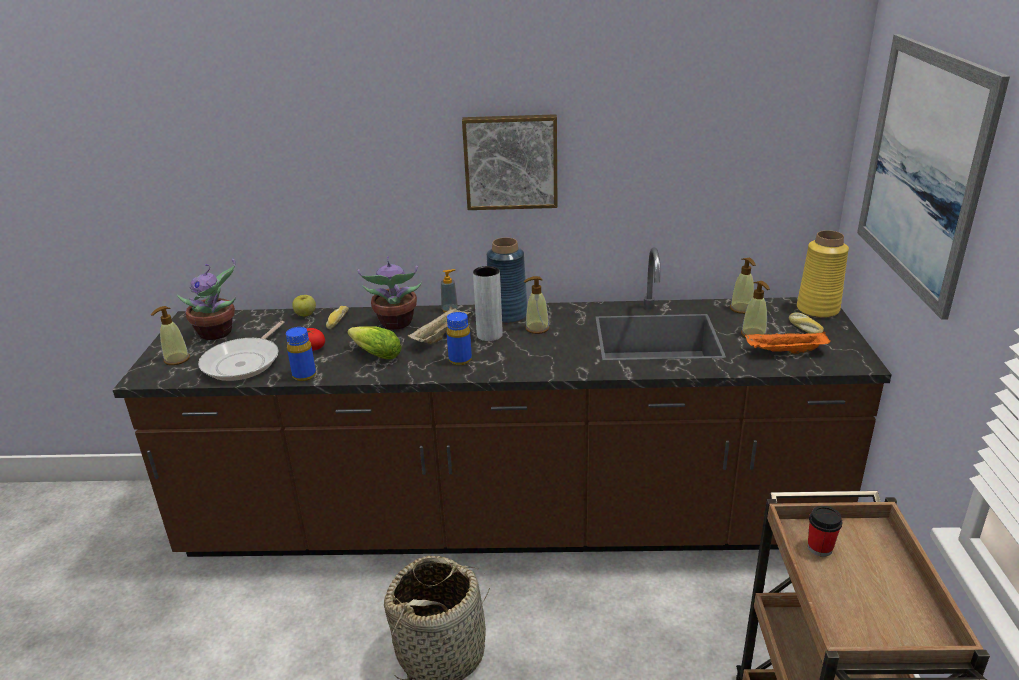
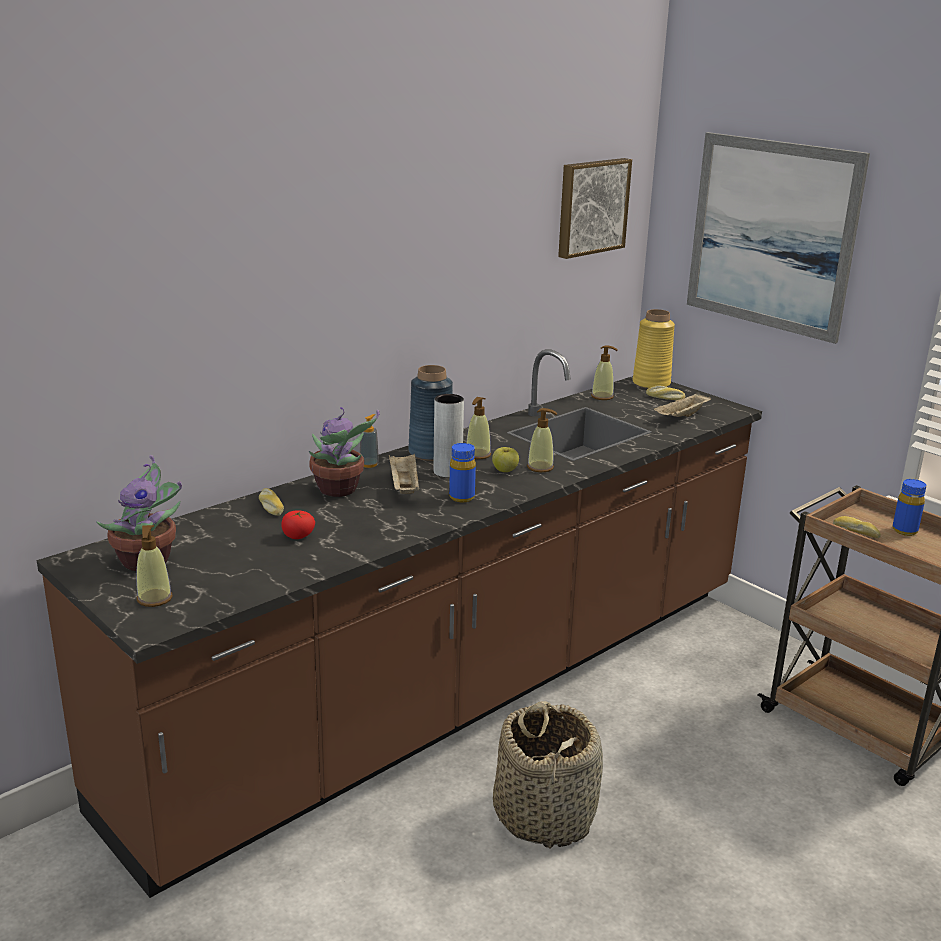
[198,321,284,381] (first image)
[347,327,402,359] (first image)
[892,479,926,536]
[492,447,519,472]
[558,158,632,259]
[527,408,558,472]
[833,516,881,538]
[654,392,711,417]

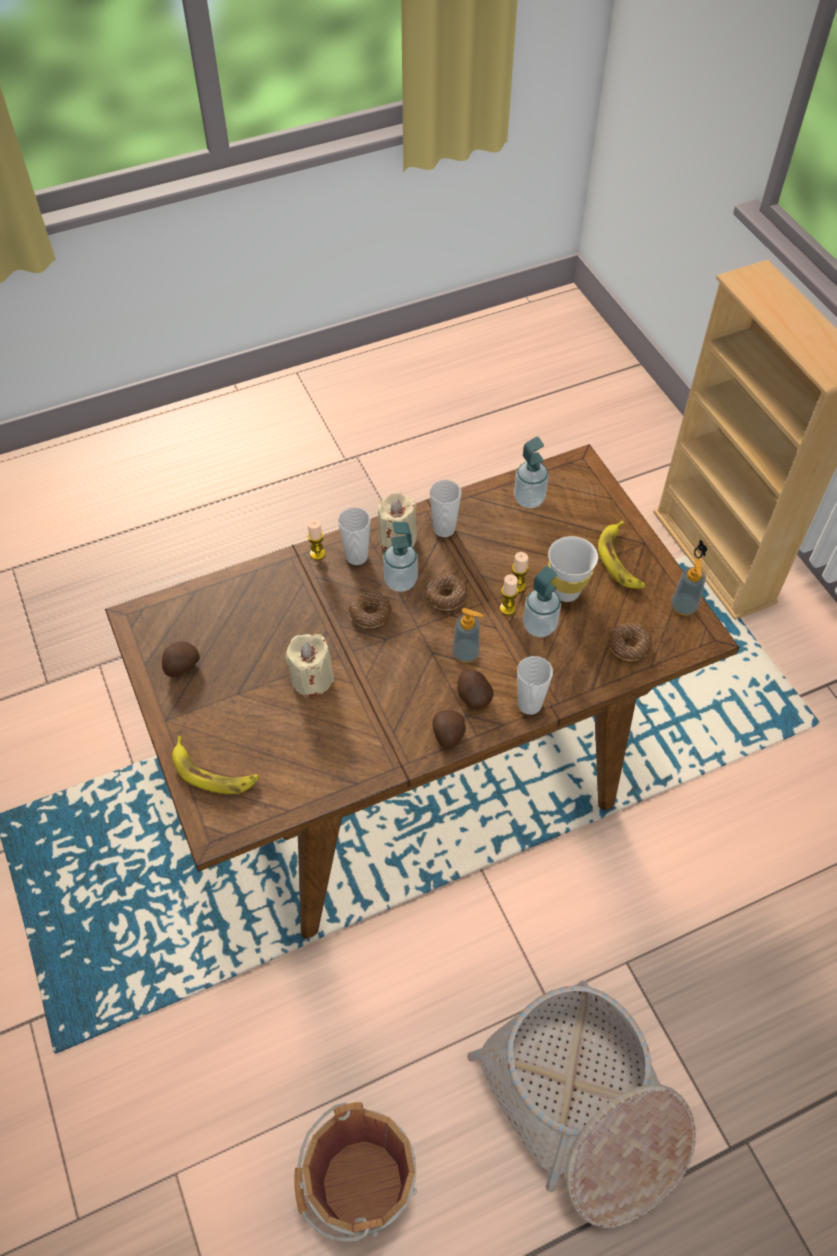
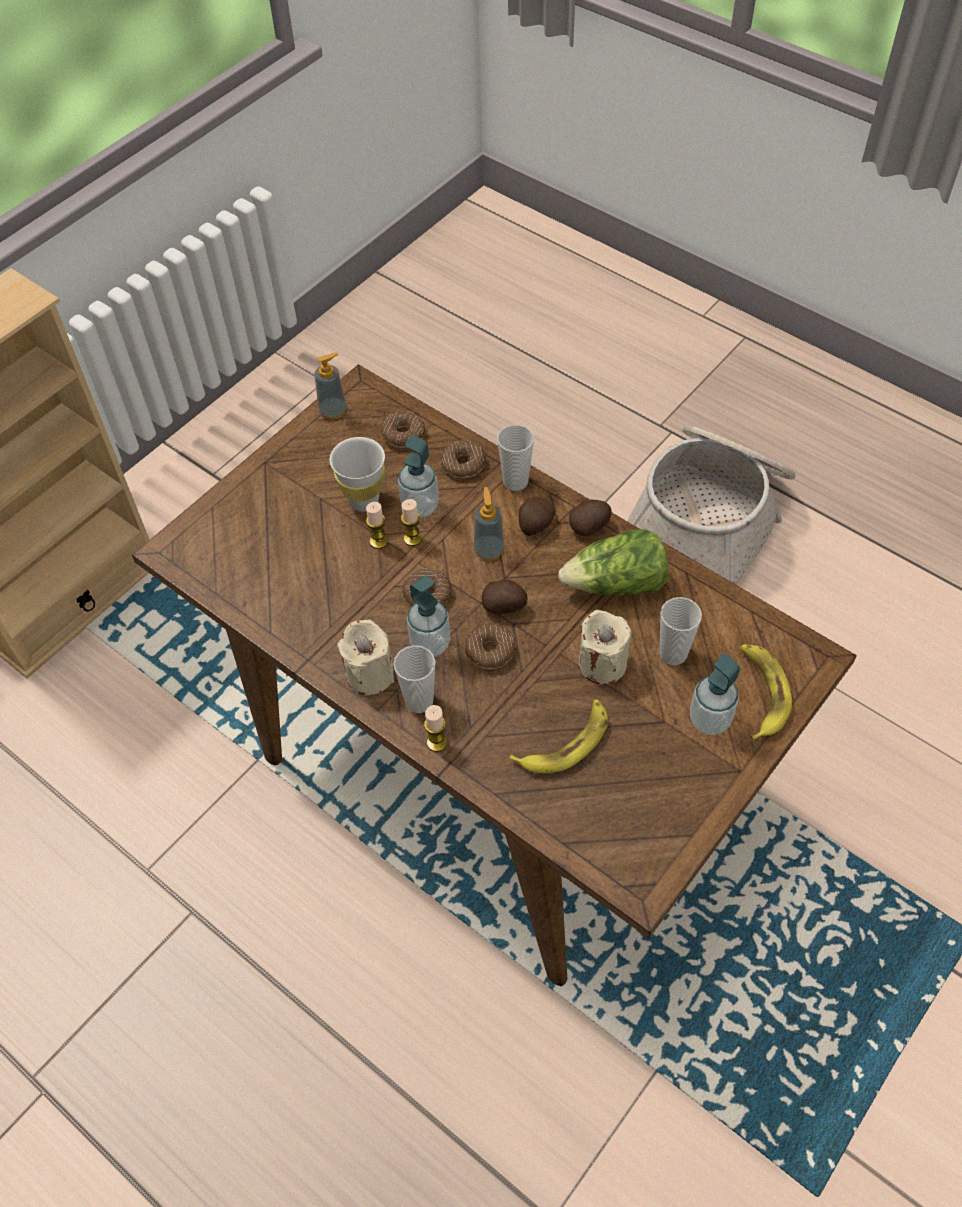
[294,1102,417,1242] (first image)
[441,440,486,478]
[558,529,668,596]
[482,579,528,614]
[660,597,702,665]
[690,653,740,735]
[510,699,608,773]

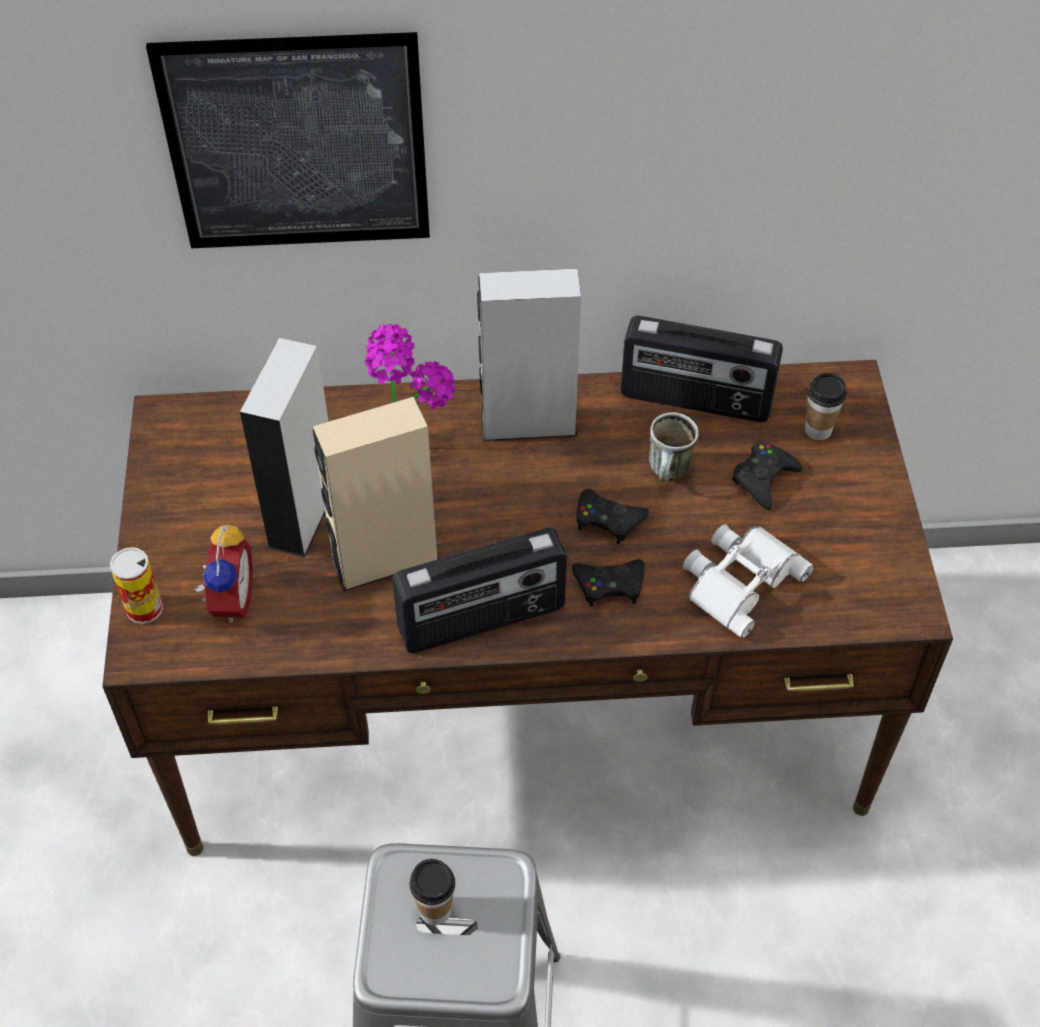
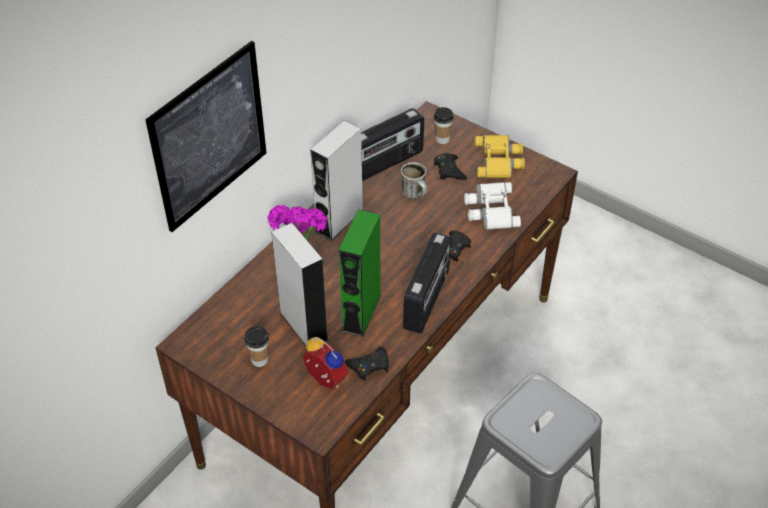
[110,547,163,624] (first image)
[474,135,525,178]
[244,326,269,367]
[345,347,389,381]
[338,209,381,337]

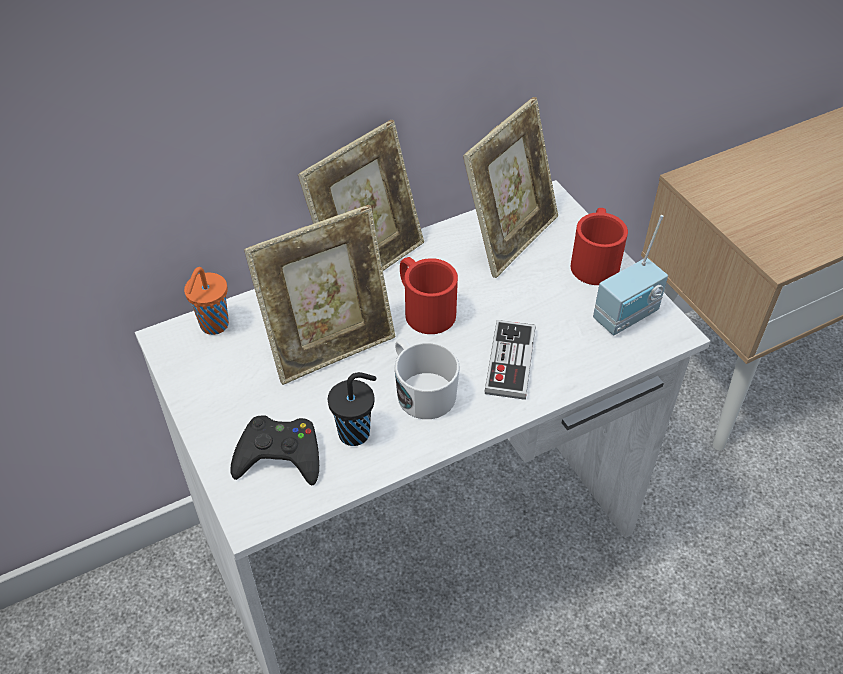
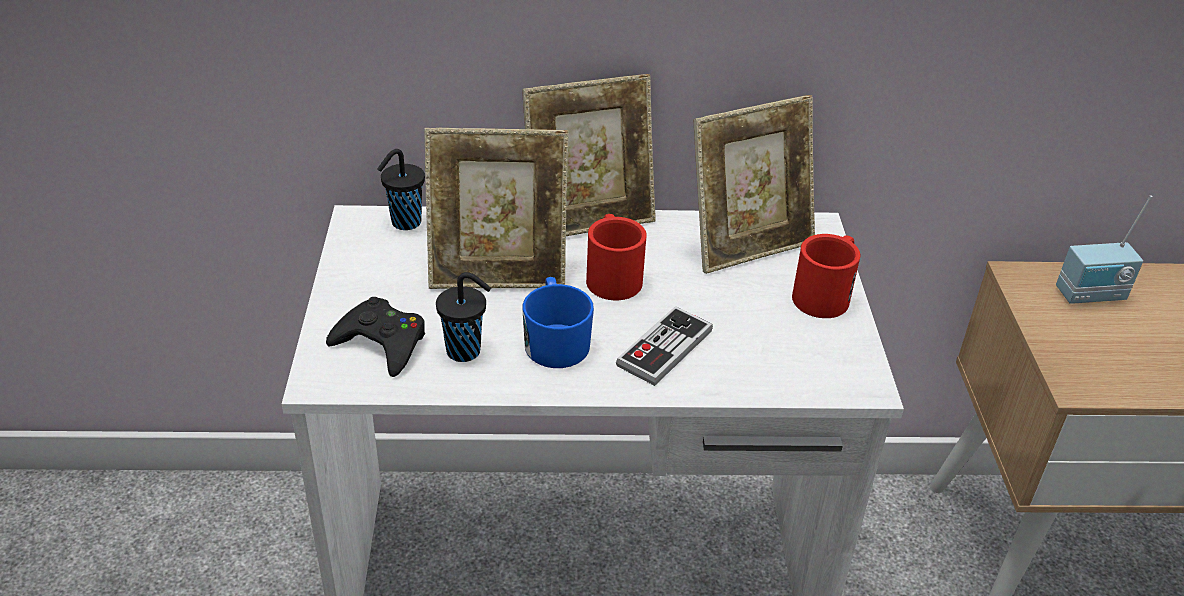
[1056,195,1153,304]
[378,149,425,230]
[522,277,594,368]

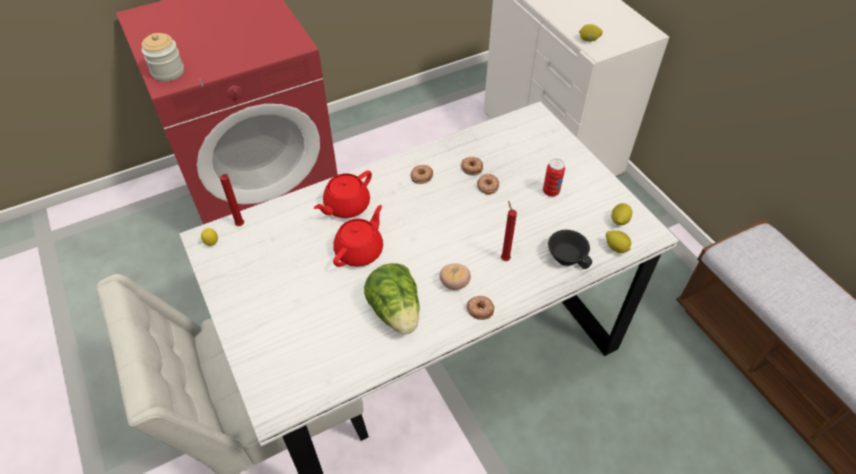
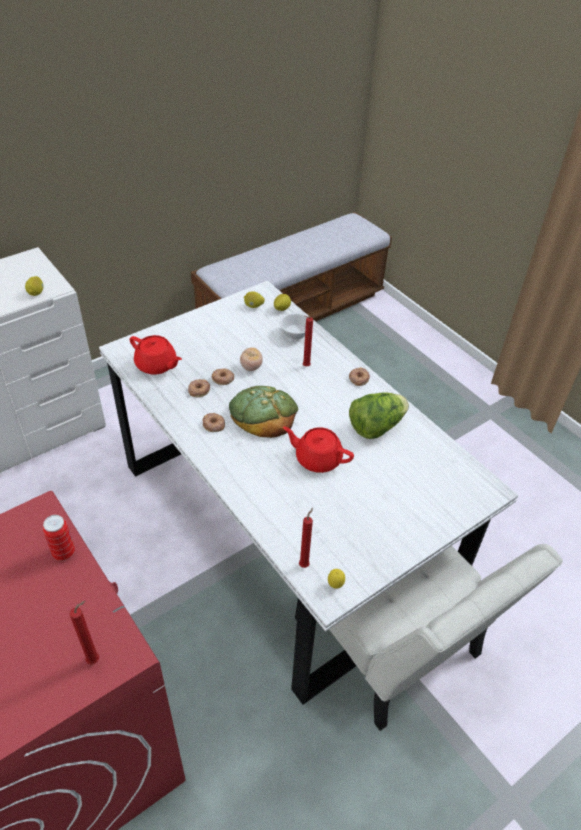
[229,386,298,438]
[130,335,182,375]
[240,347,263,371]
[43,515,75,561]
[70,601,99,665]
[280,313,310,340]

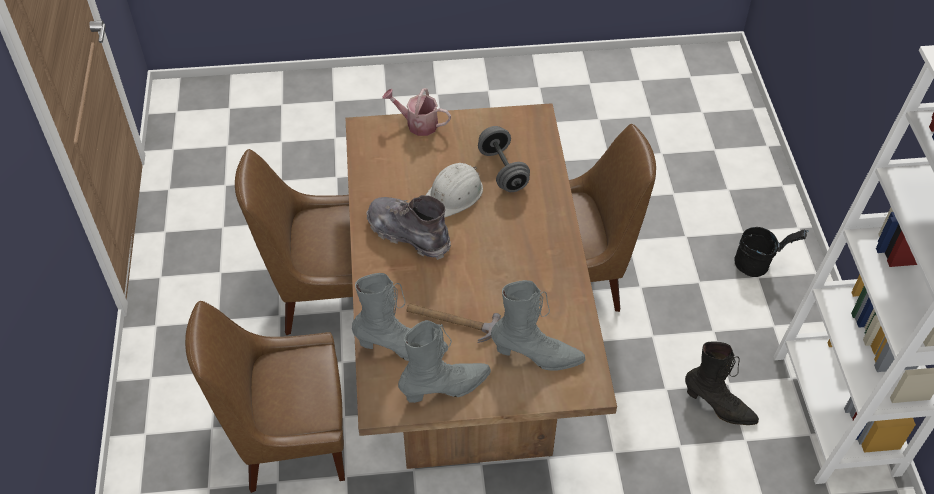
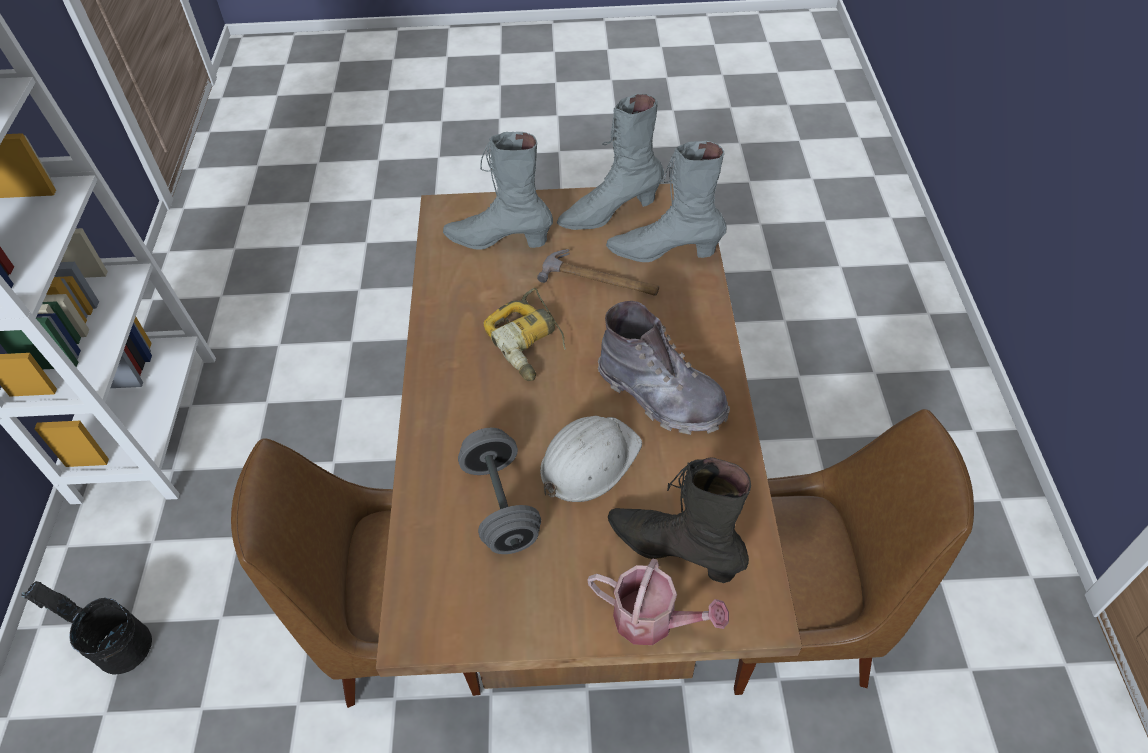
[185,301,345,493] (first image)
[484,288,566,381]
[608,457,751,583]

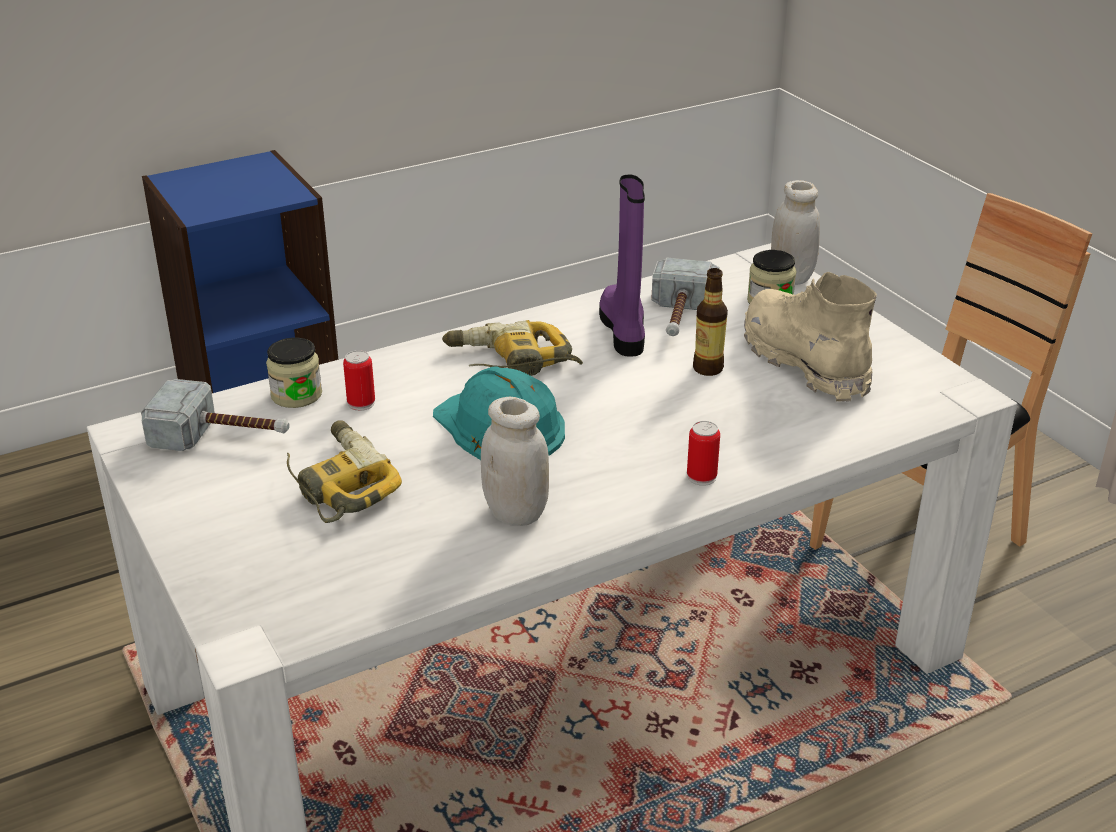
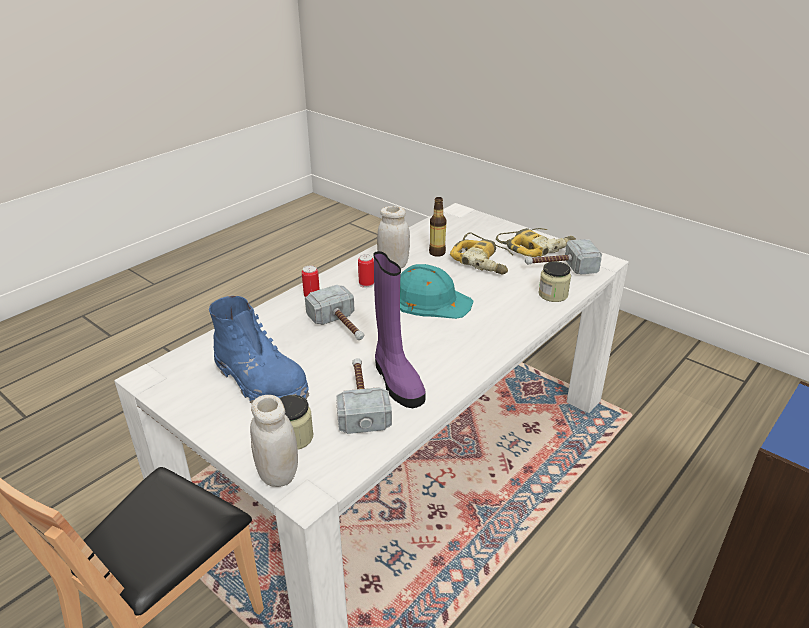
[305,284,364,340]
[358,254,374,288]
[496,228,576,257]
[429,197,447,257]
[209,296,309,403]

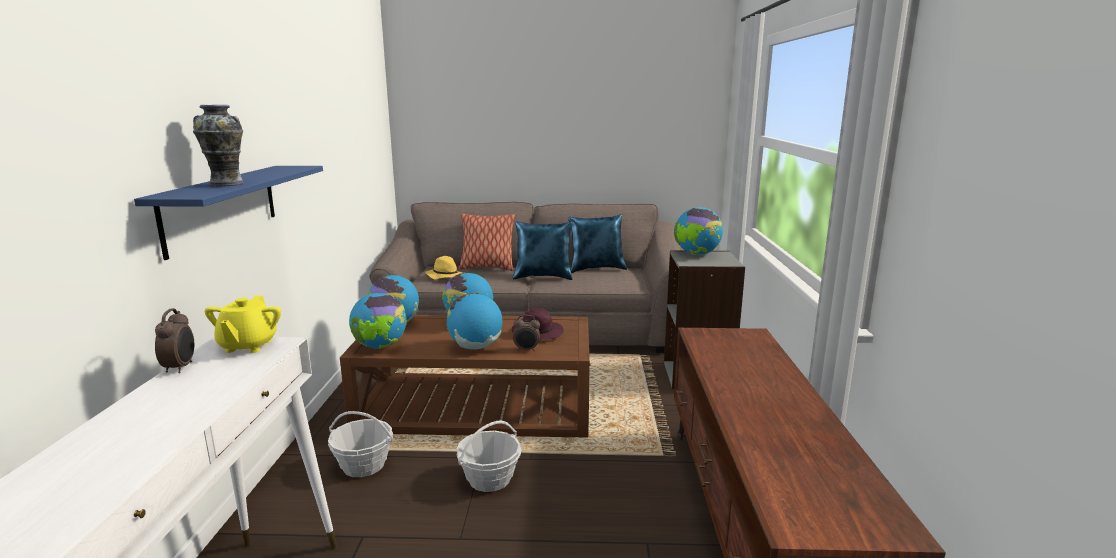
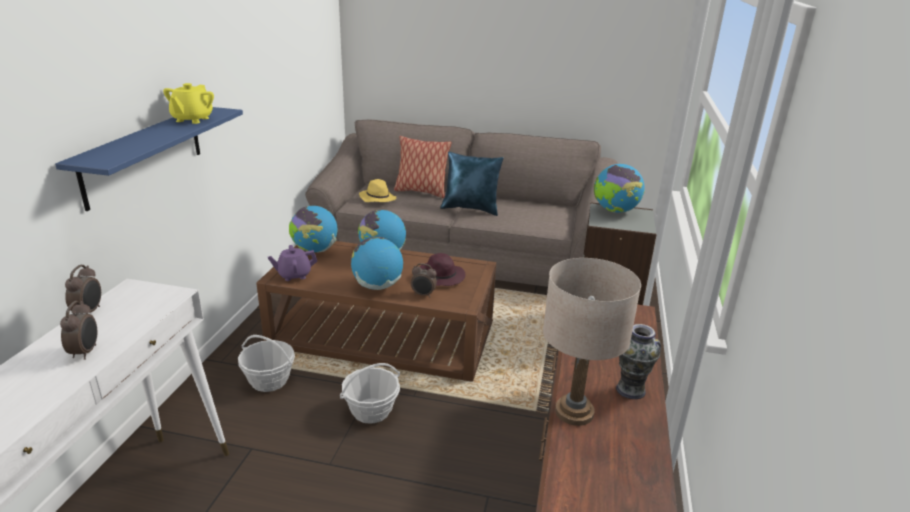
[568,215,627,273] (first image)
[60,301,97,360]
[543,258,641,426]
[616,324,661,399]
[163,83,214,124]
[268,245,317,281]

